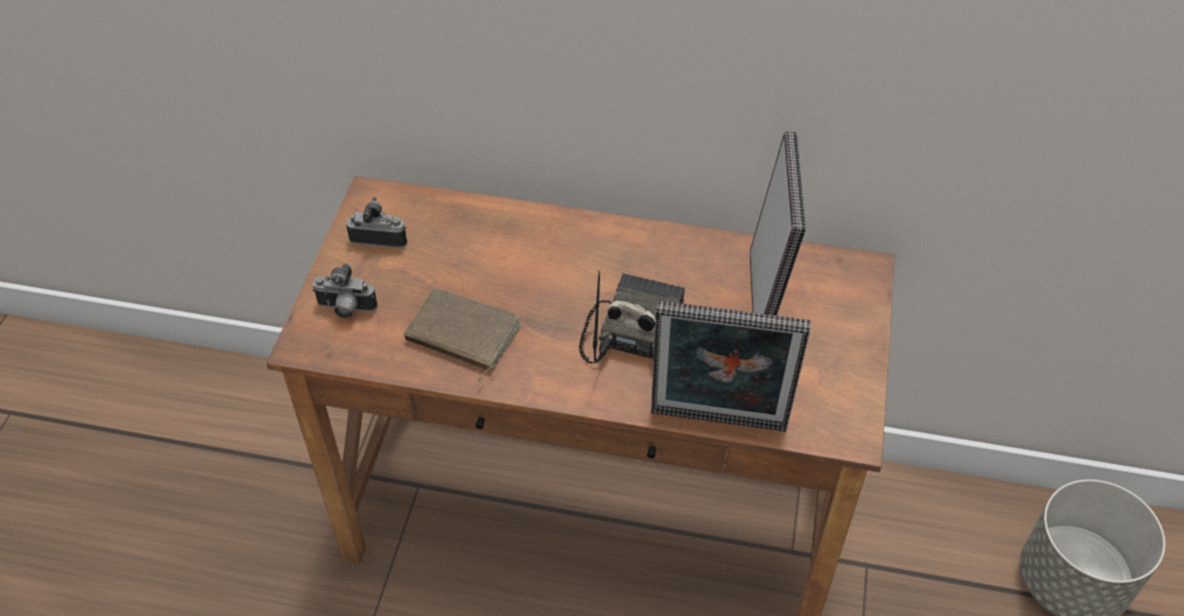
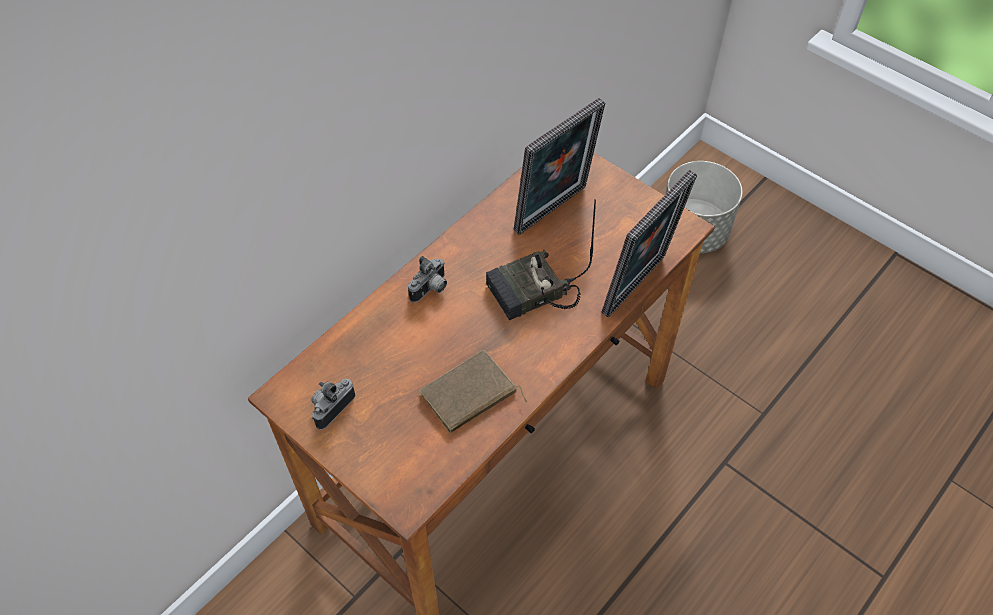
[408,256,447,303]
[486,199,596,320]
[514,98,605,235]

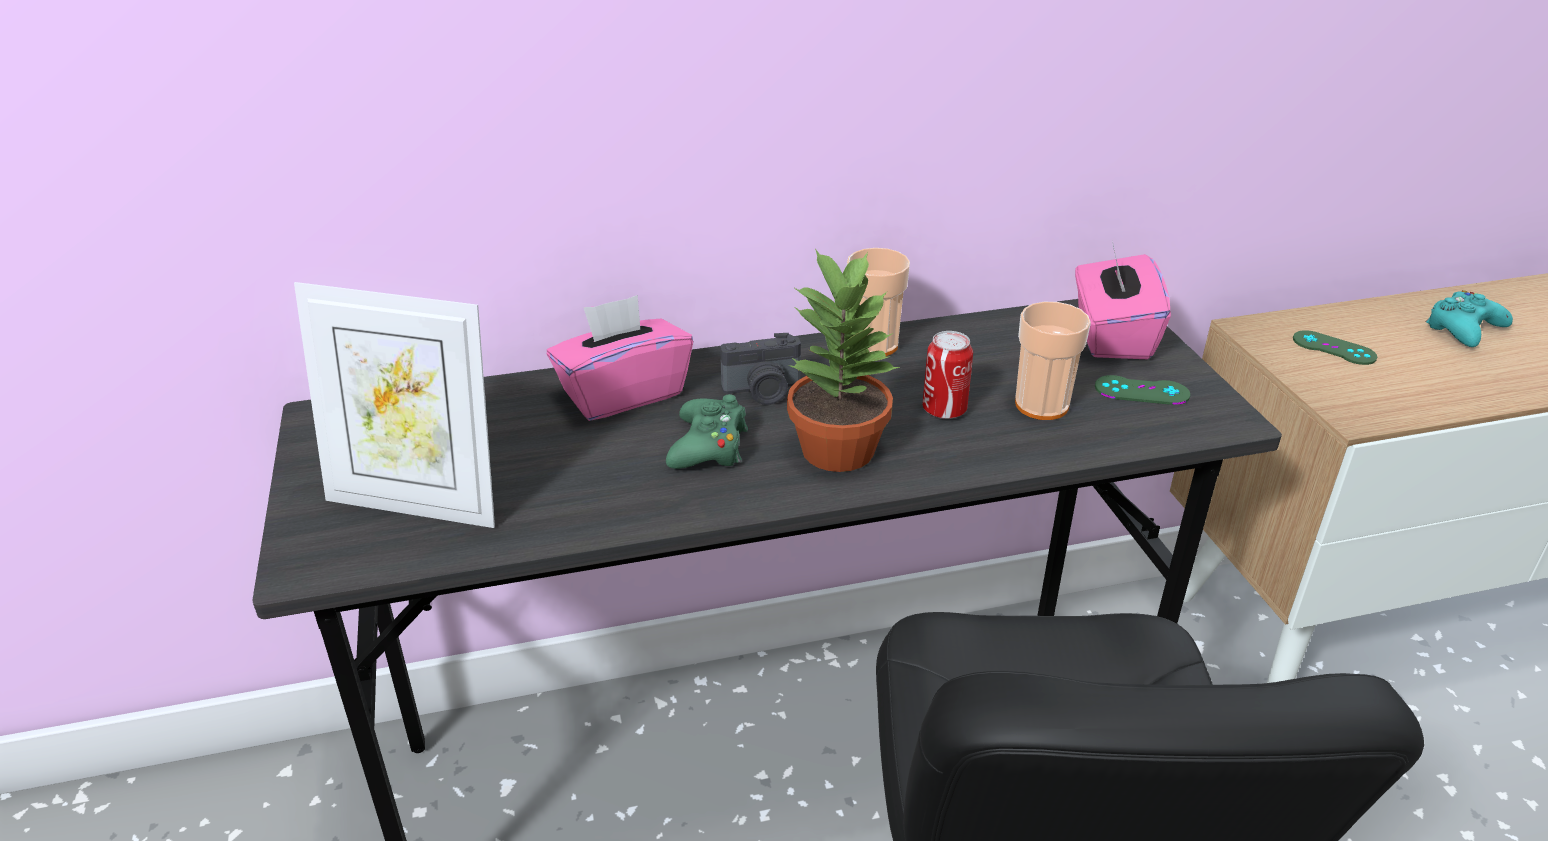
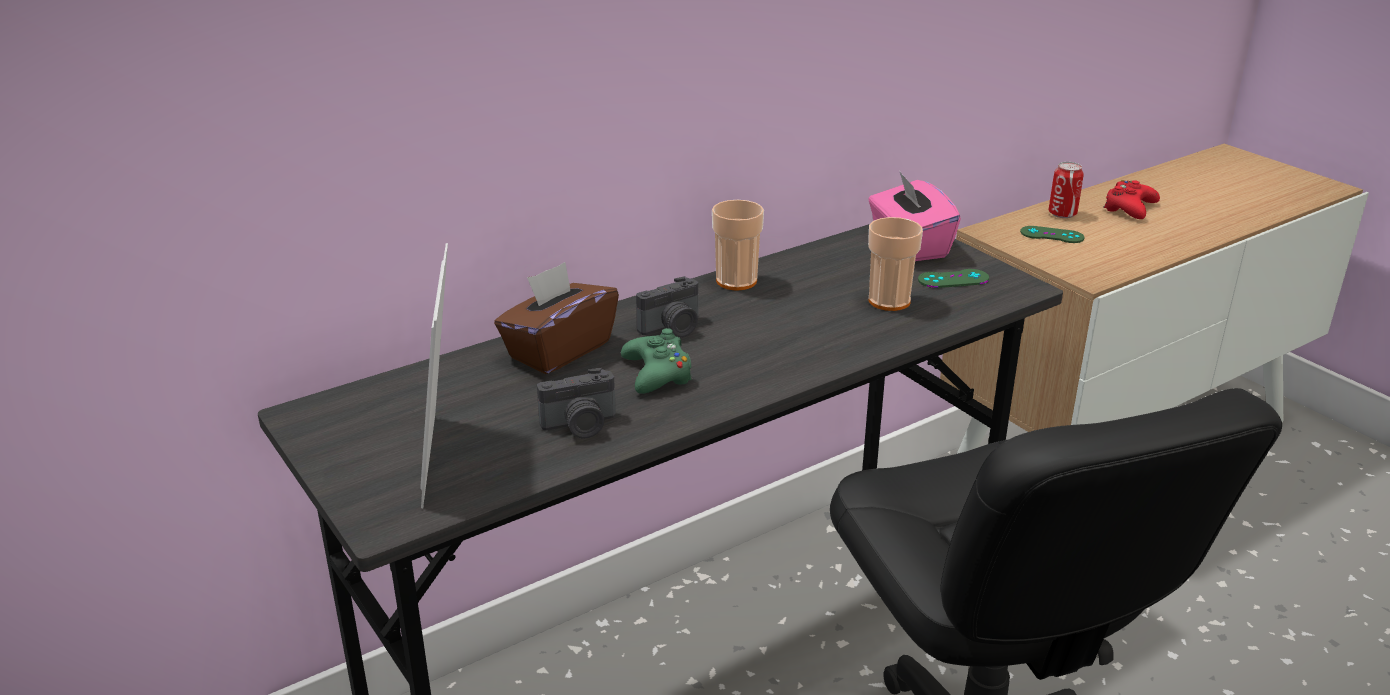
[787,249,900,472] (first image)
[537,368,616,439]
[1048,162,1084,218]
[494,262,619,374]
[1103,180,1160,219]
[420,243,448,508]

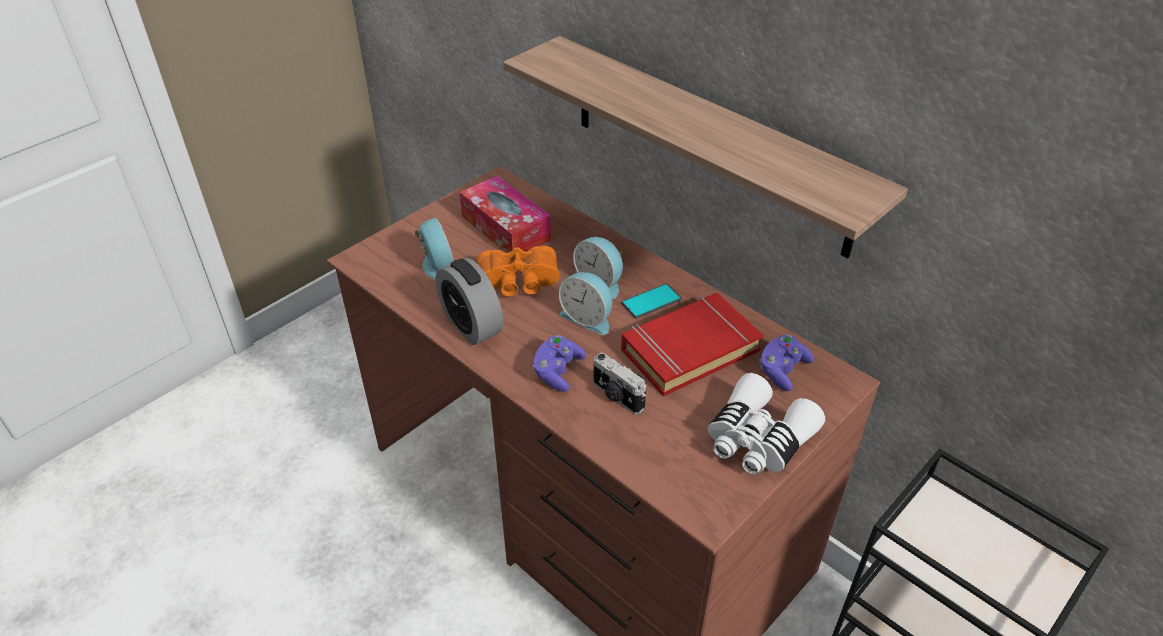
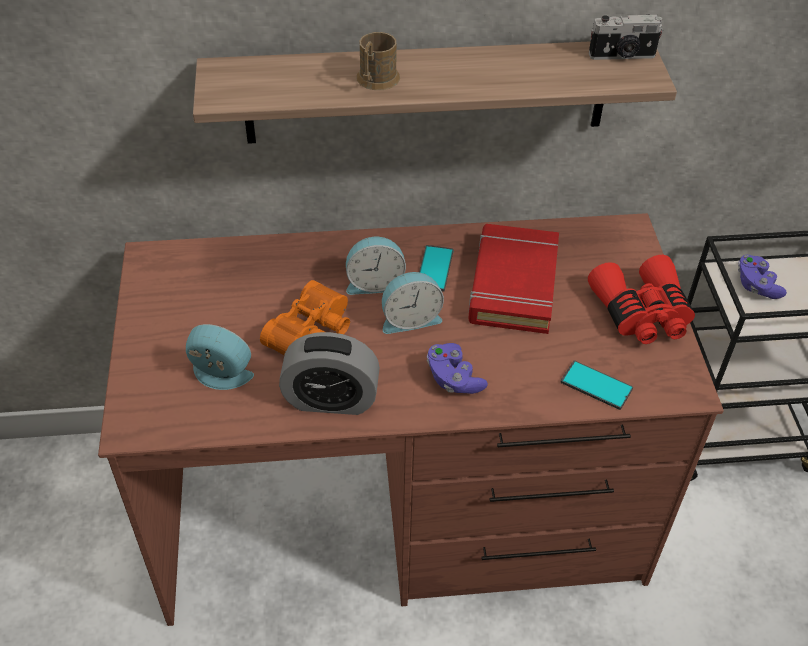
[459,176,551,253] (first image)
[356,32,400,90]
[561,360,633,410]
[589,14,663,60]
[738,255,787,299]
[588,255,695,344]

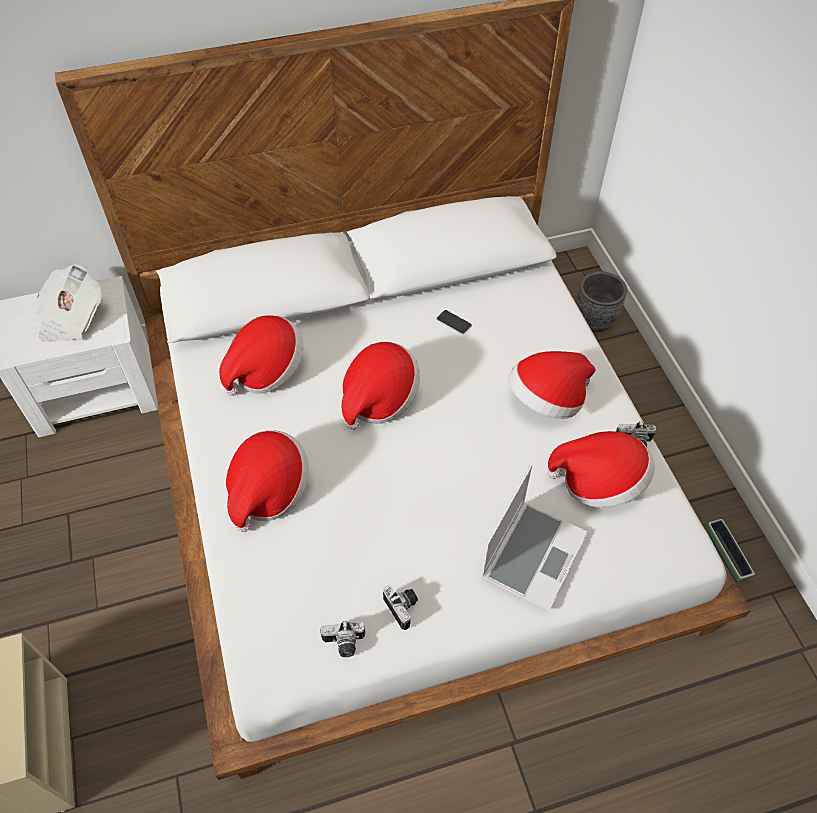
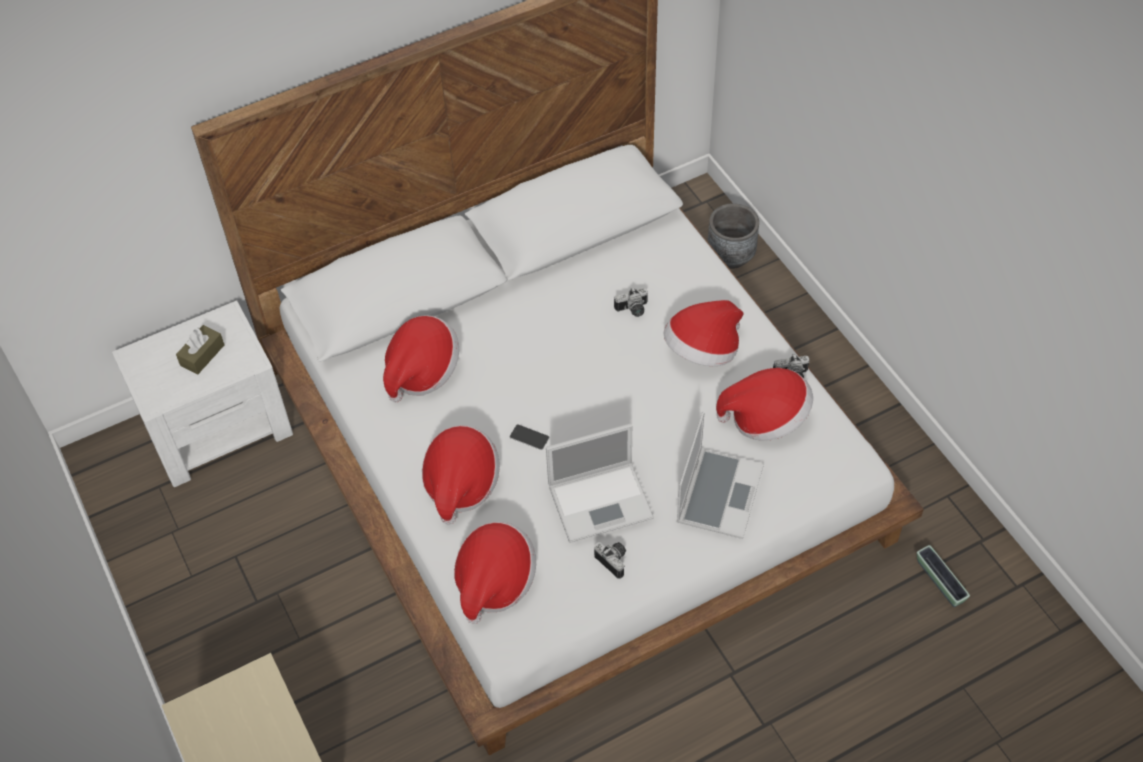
[546,423,654,543]
[614,287,648,317]
[454,522,536,624]
[509,424,549,450]
[917,545,970,607]
[176,325,225,375]

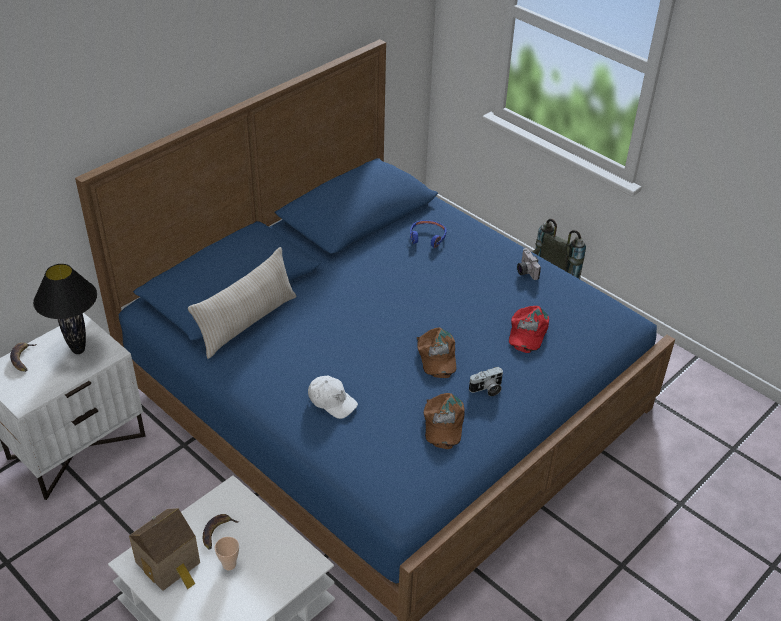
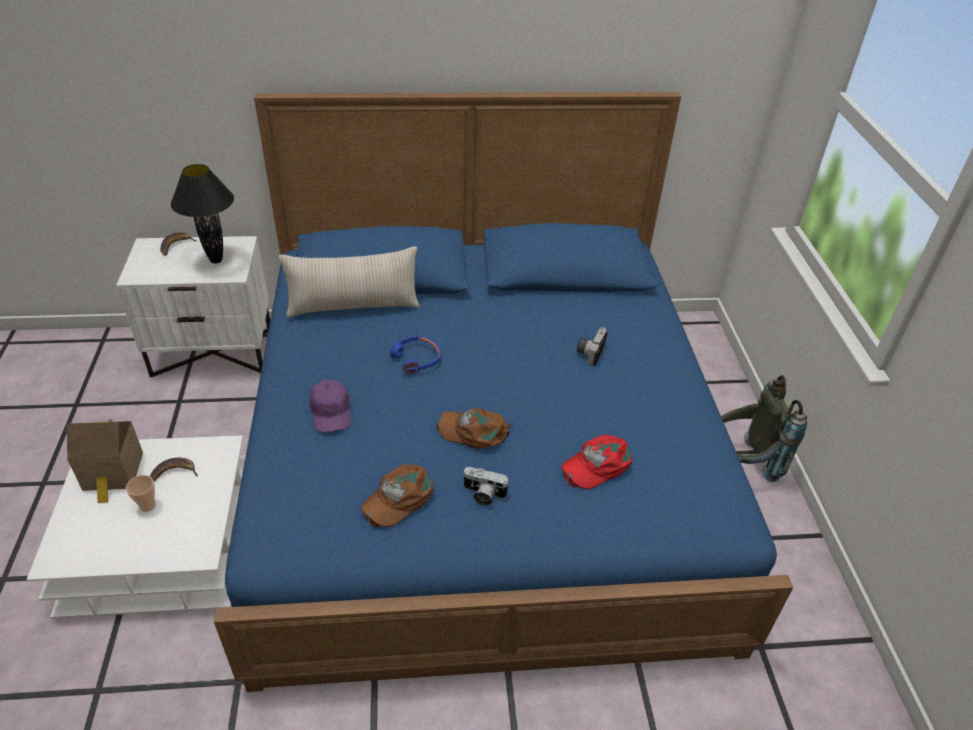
[390,336,441,374]
[577,327,608,366]
[309,380,351,433]
[437,408,512,449]

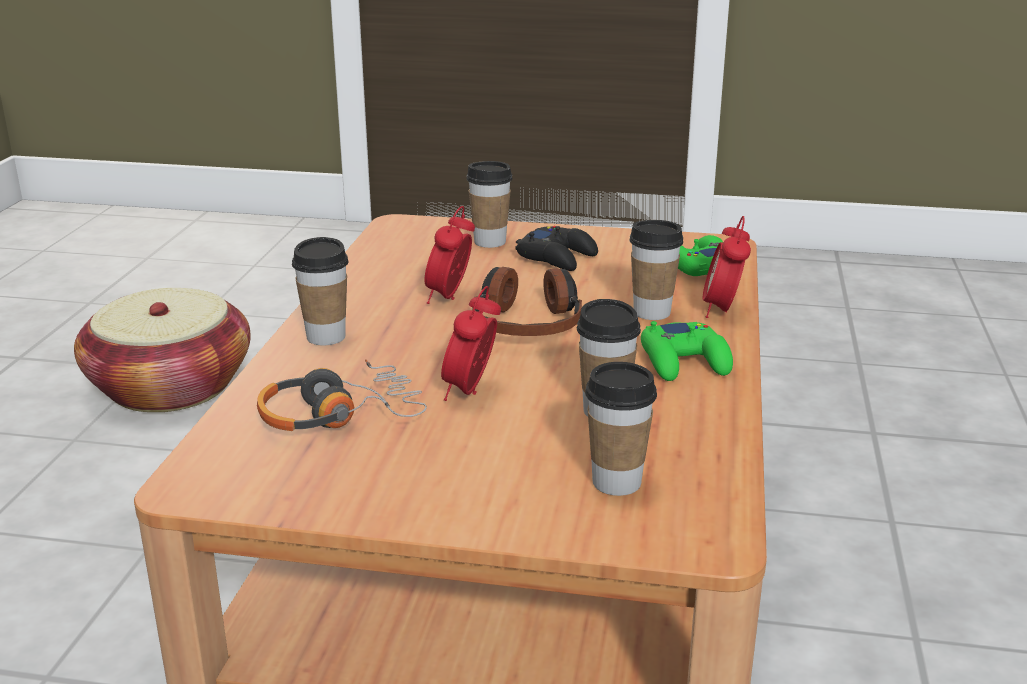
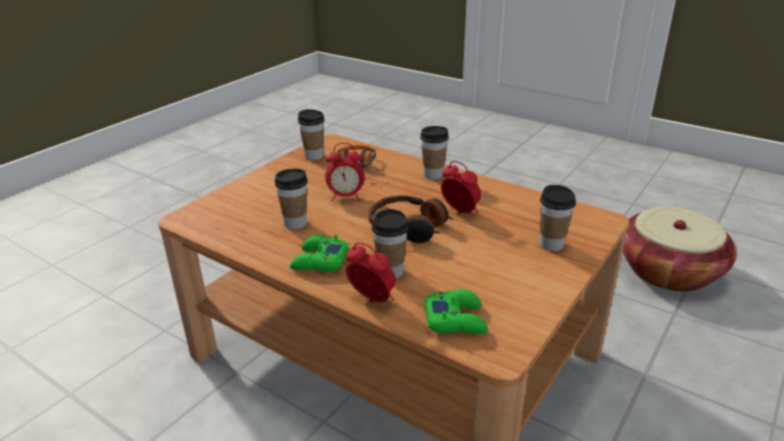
[515,226,598,271] (first image)
[298,109,325,160]
[325,143,365,201]

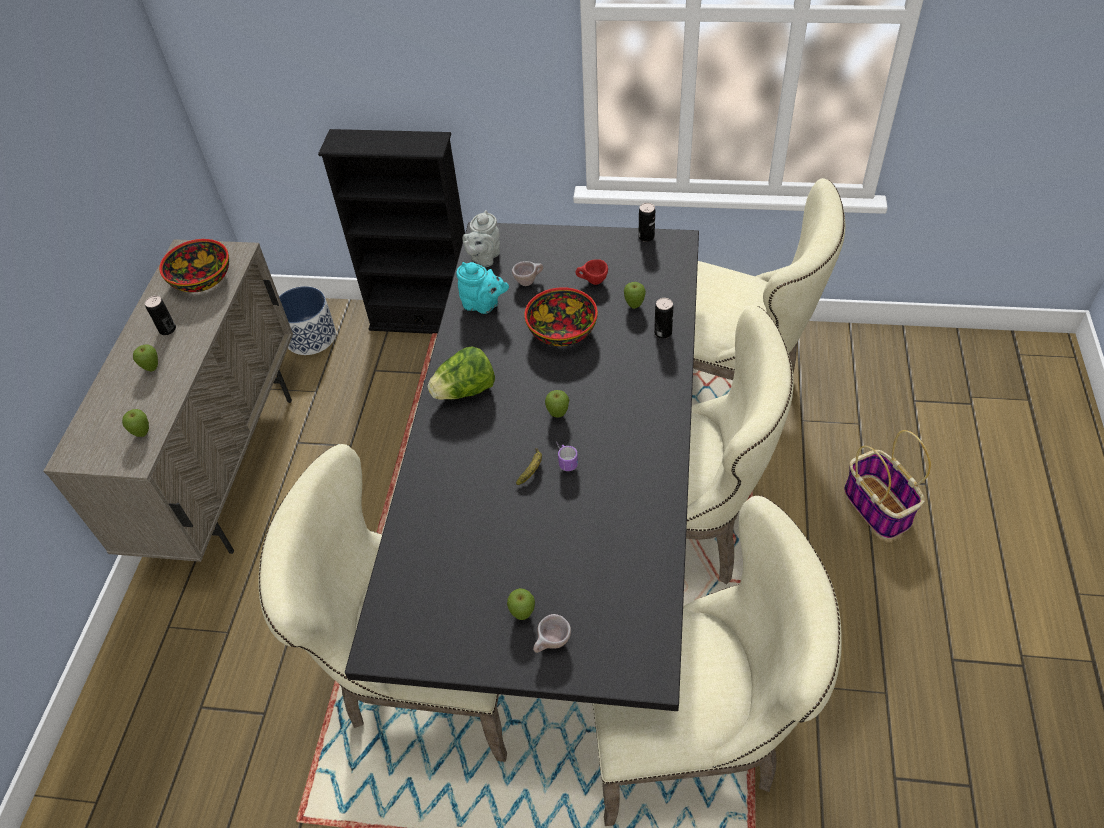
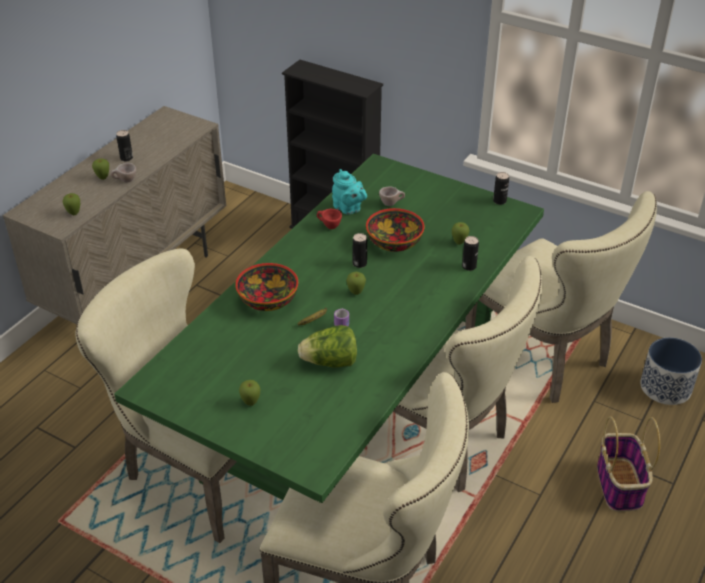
[462,210,500,268] (first image)
[353,233,367,268]
[235,263,298,311]
[640,337,702,405]
[298,325,357,368]
[111,163,136,183]
[317,209,342,229]
[114,154,544,503]

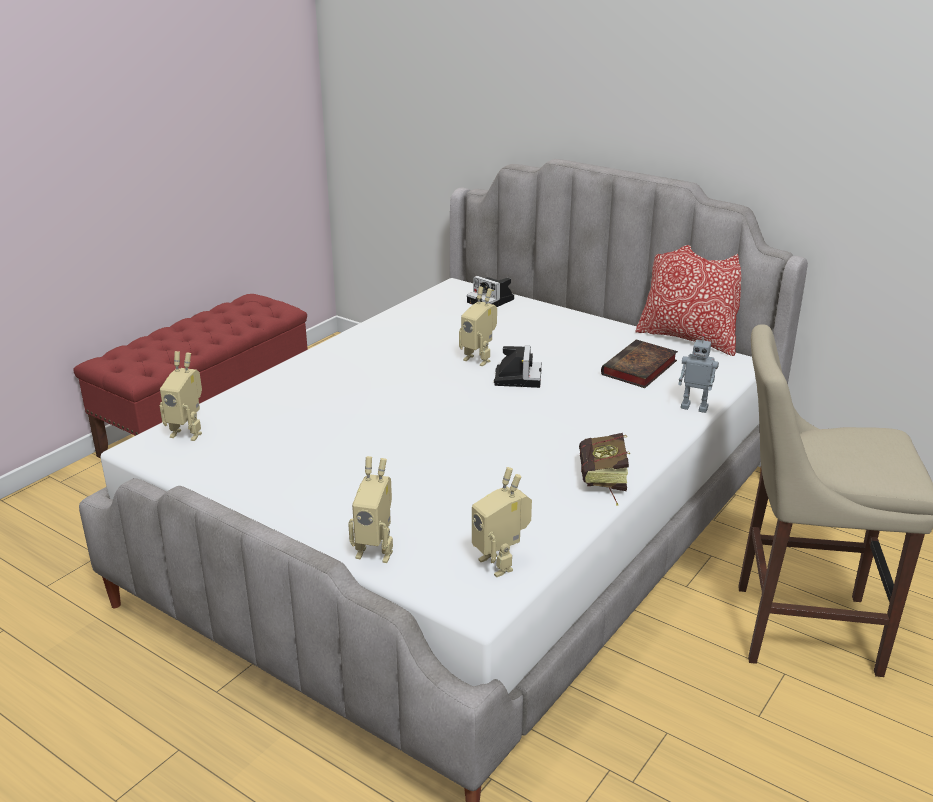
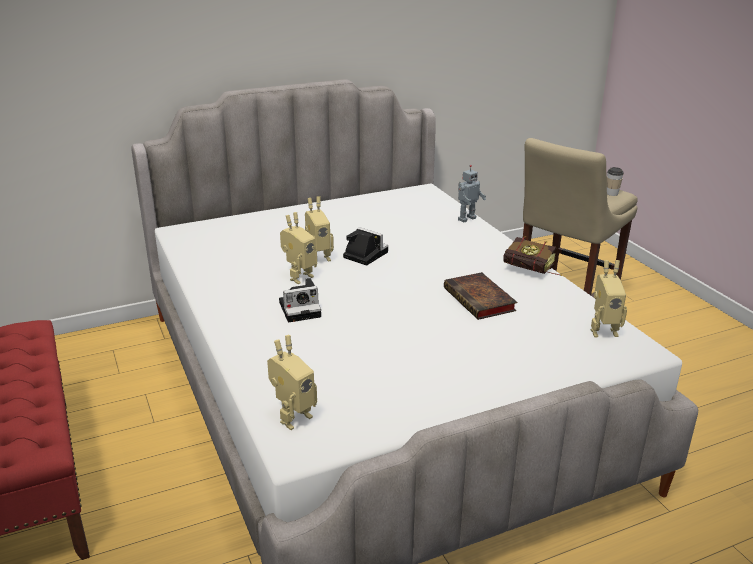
[635,245,741,356] (first image)
[607,167,624,196]
[280,212,317,284]
[279,278,321,323]
[444,272,517,320]

